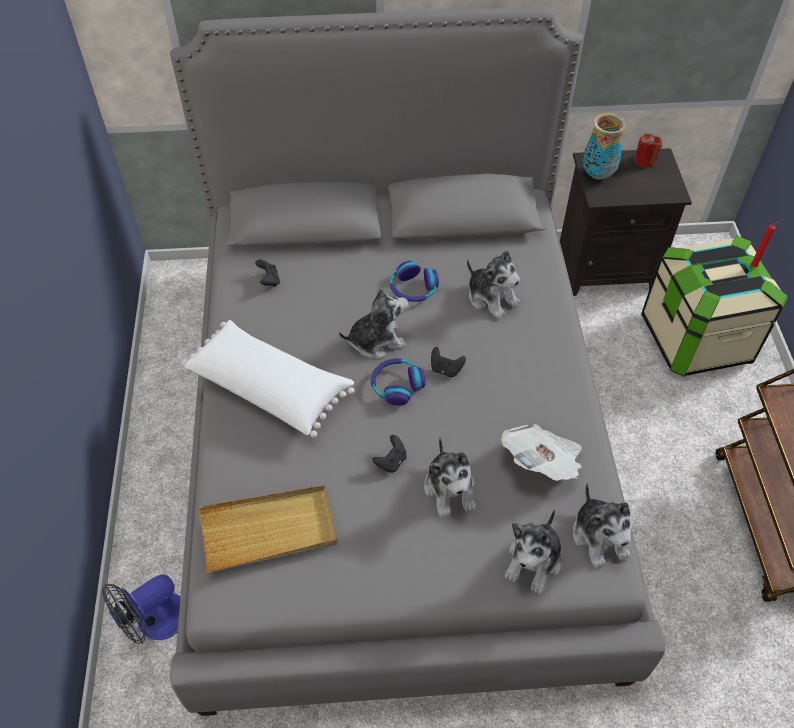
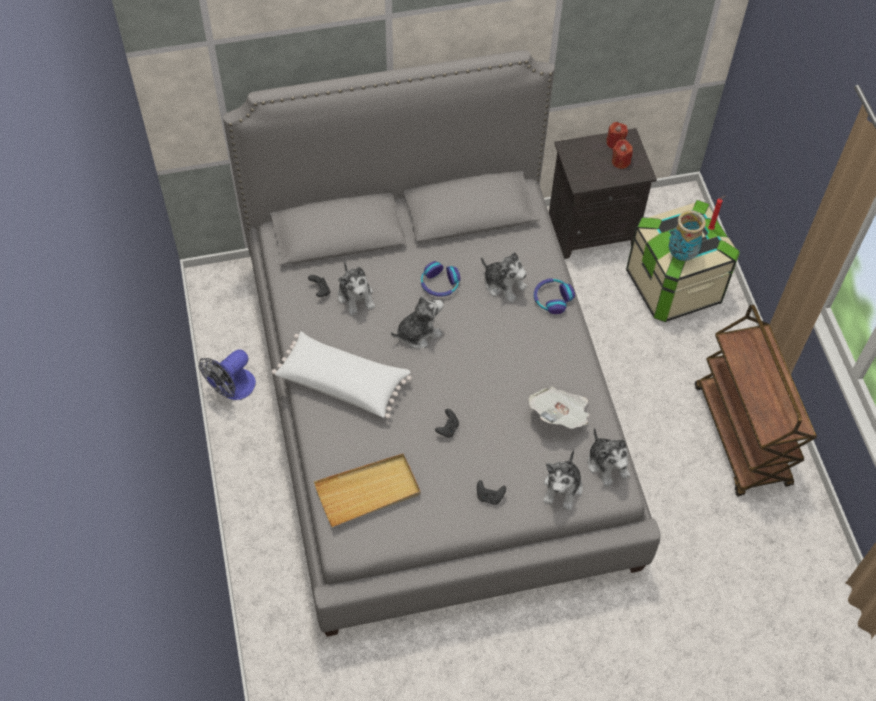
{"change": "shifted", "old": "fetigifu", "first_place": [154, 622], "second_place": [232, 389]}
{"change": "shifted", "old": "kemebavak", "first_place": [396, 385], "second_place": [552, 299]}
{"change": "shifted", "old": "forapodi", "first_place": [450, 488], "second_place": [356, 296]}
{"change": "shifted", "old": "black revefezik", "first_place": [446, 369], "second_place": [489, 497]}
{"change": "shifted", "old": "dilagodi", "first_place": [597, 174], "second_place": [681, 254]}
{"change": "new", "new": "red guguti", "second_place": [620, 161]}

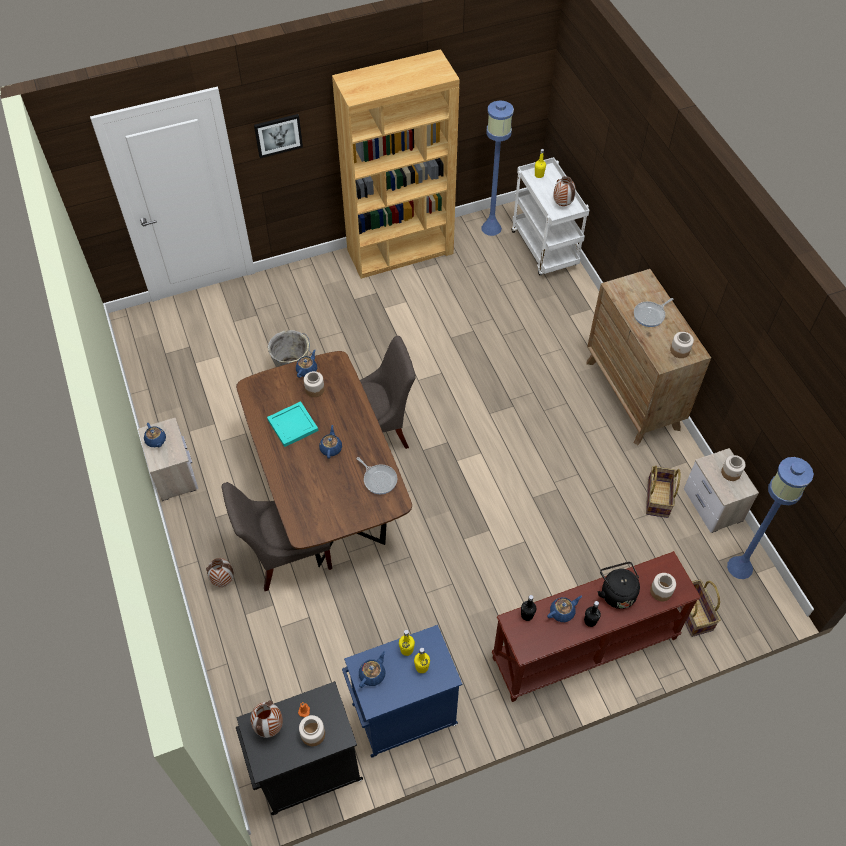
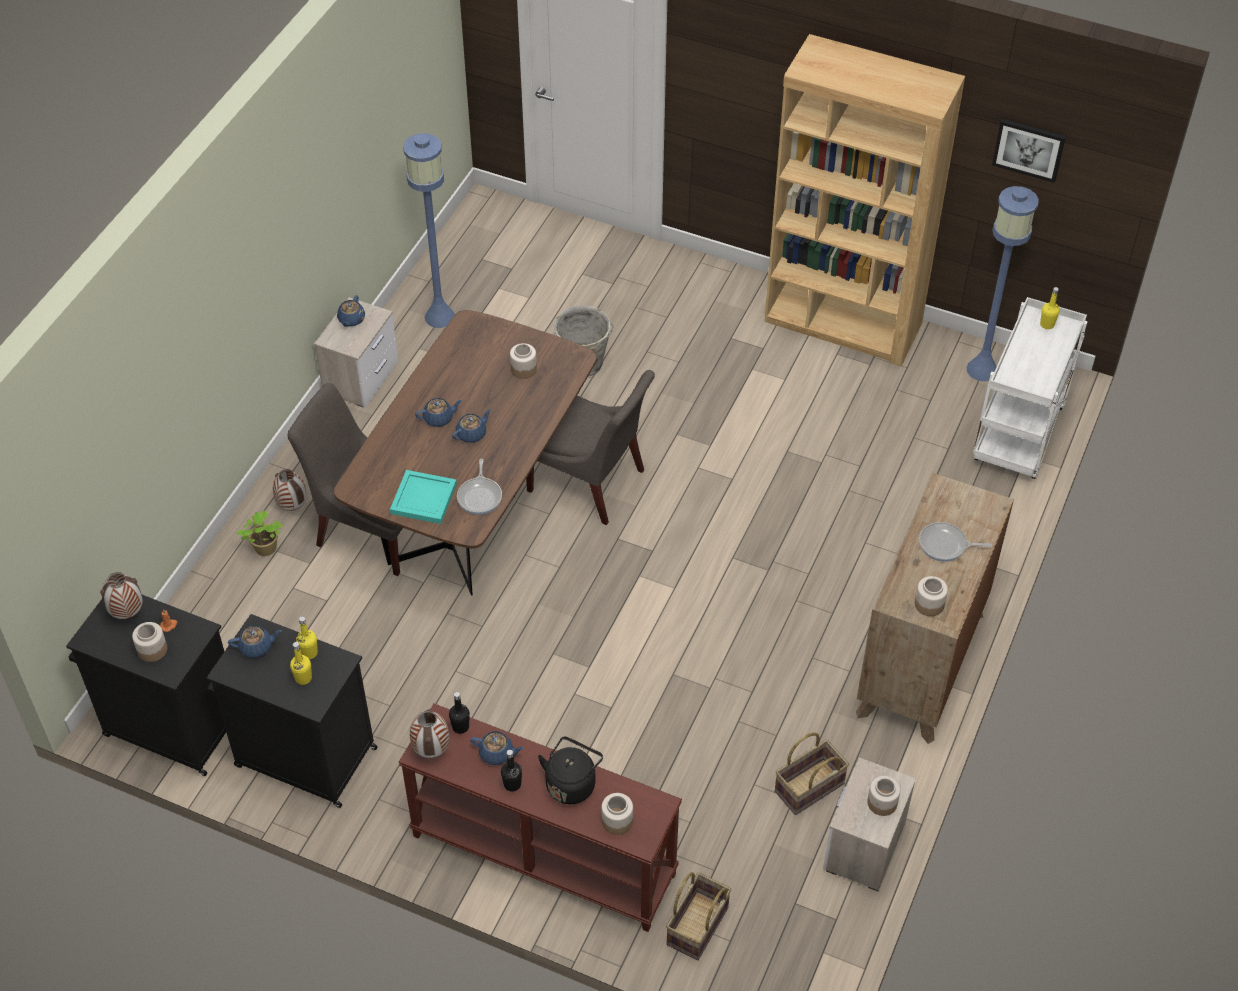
{"change": "shifted", "old": "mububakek", "first_place": [278, 135], "second_place": [1029, 149]}
{"change": "shifted", "old": "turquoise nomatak", "first_place": [292, 425], "second_place": [423, 498]}
{"change": "shifted", "old": "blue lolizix", "first_place": [307, 370], "second_place": [439, 418]}
{"change": "repainted", "old": "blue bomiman", "new": "black bomiman", "first_place": [402, 715], "second_place": [303, 756]}
{"change": "shifted", "old": "dilagodi", "first_place": [562, 204], "second_place": [431, 750]}
{"change": "shifted", "old": "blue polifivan", "first_place": [739, 567], "second_place": [440, 316]}
{"change": "new", "new": "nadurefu", "second_place": [265, 549]}

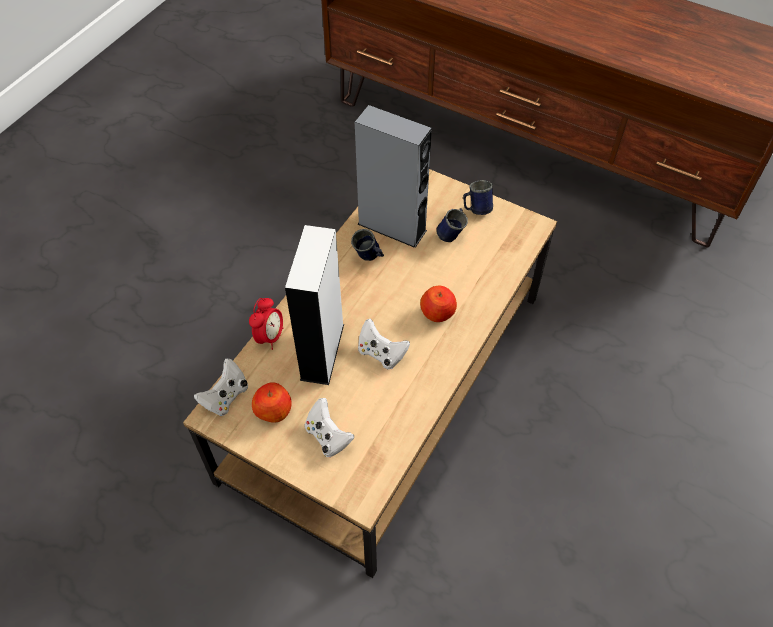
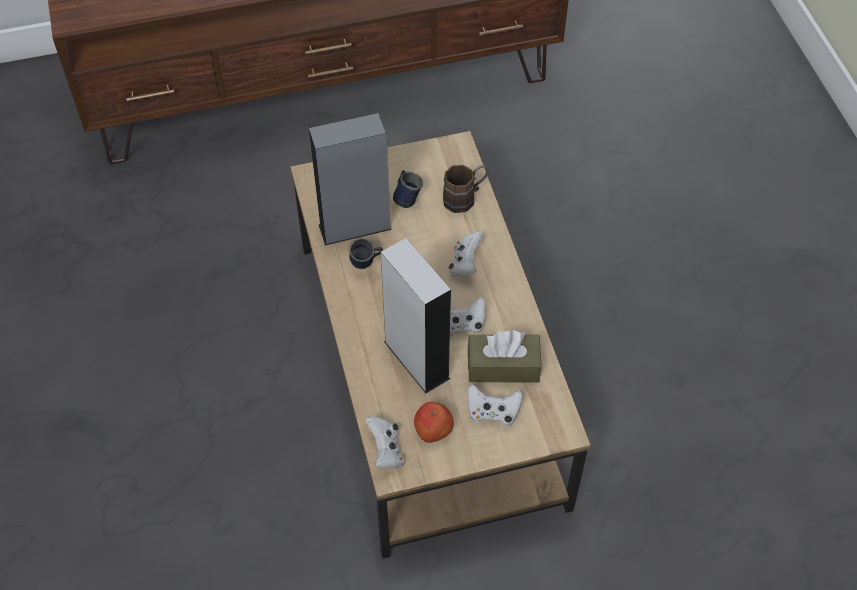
{"change": "gone", "old": "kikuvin", "first_place": [270, 336]}
{"change": "swapped", "old": "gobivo", "new": "white revefezik", "first_place": [438, 312], "second_place": [465, 264]}
{"change": "gone", "old": "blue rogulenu", "first_place": [476, 209]}
{"change": "new", "new": "brown rogulenu", "second_place": [465, 197]}
{"change": "new", "new": "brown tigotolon", "second_place": [503, 366]}

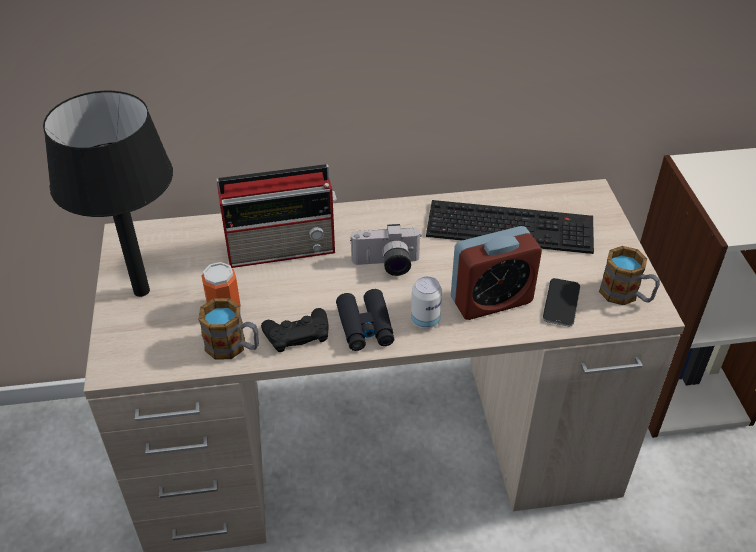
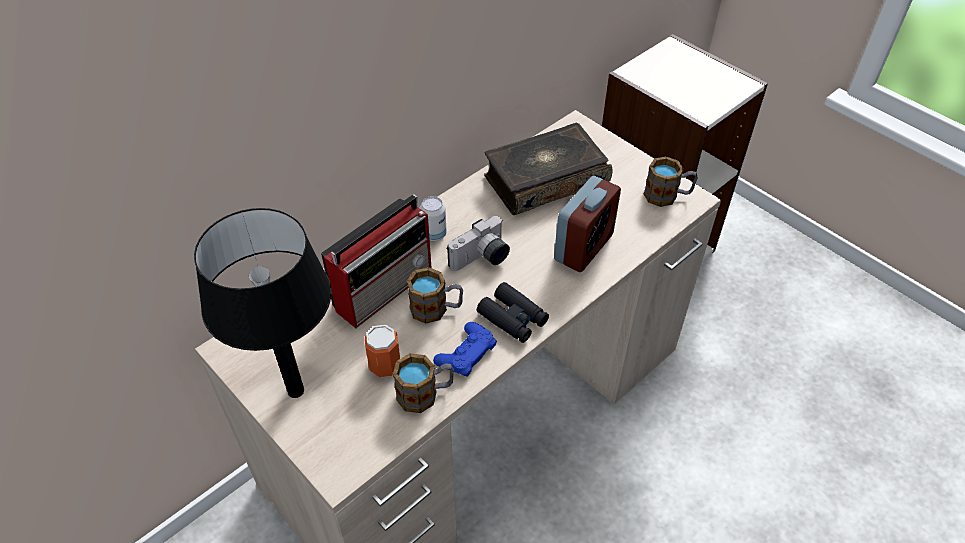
{"change": "repainted", "old": "black revefezik", "new": "blue revefezik", "first_place": [297, 333], "second_place": [466, 353]}
{"change": "shifted", "old": "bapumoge", "first_place": [425, 320], "second_place": [434, 234]}
{"change": "swapped", "old": "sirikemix", "new": "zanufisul", "first_place": [512, 226], "second_place": [545, 180]}
{"change": "gone", "old": "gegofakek", "first_place": [561, 303]}
{"change": "new", "new": "rogulenu", "second_place": [436, 309]}

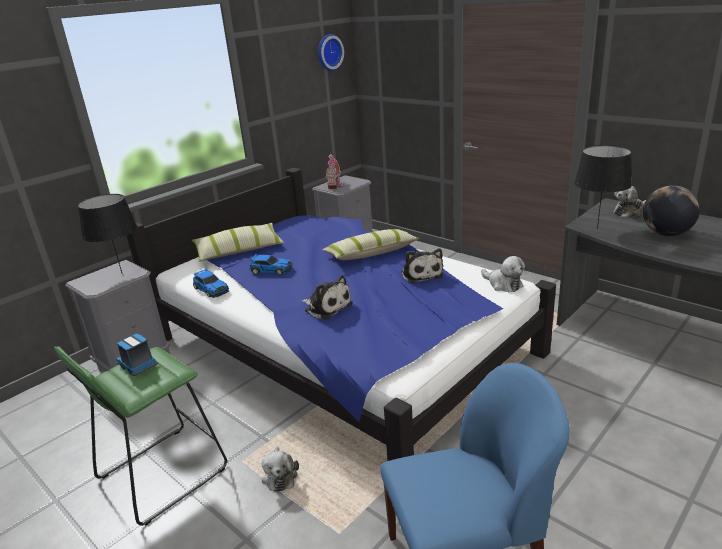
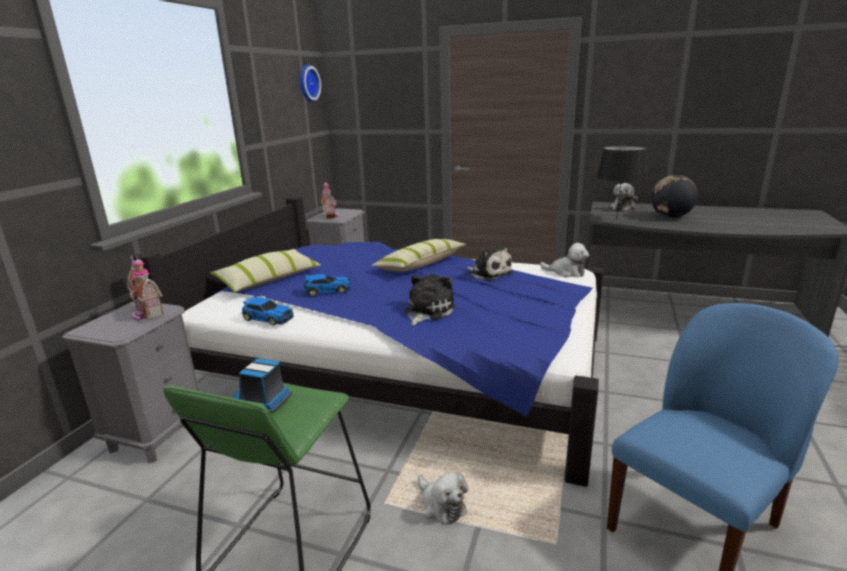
{"change": "swapped", "old": "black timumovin", "new": "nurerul", "first_place": [122, 274], "second_place": [146, 313]}
{"change": "rotated", "old": "forapodi", "first_place": [327, 307], "second_place": [427, 311], "degrees": -75}

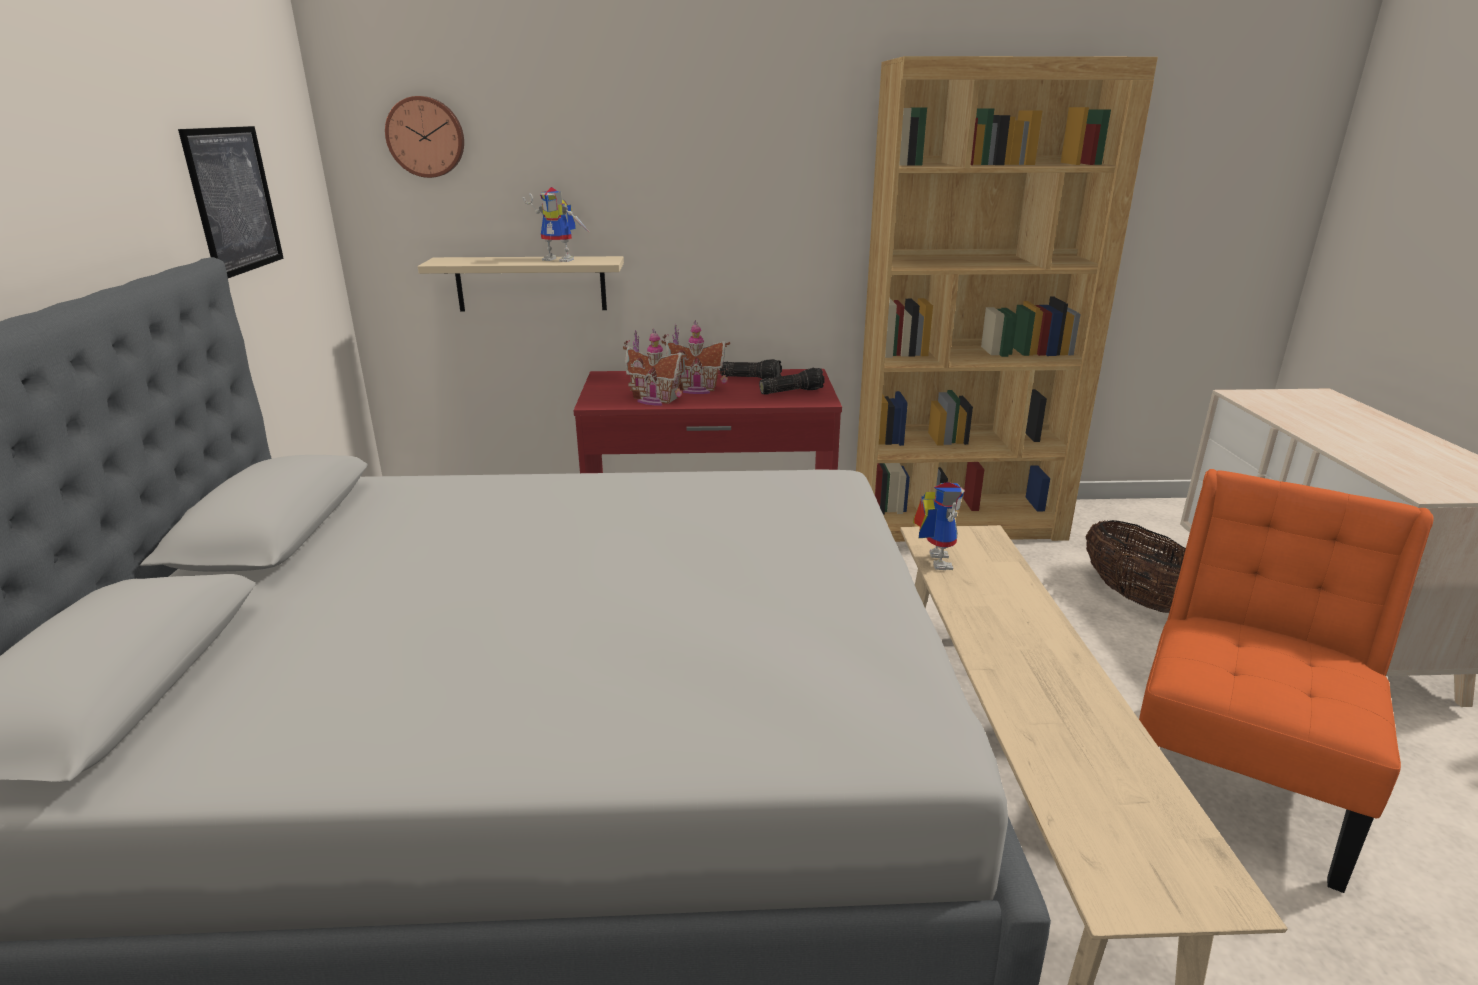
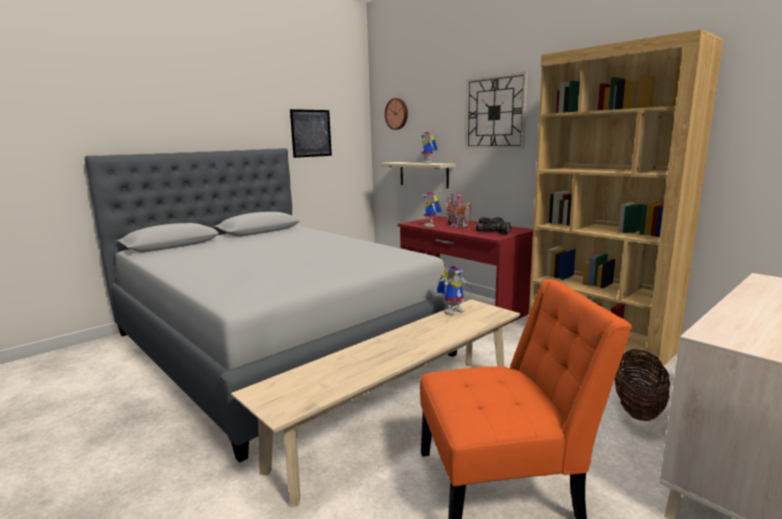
{"change": "swapped", "old": "nurerul", "new": "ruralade", "first_place": [654, 400], "second_place": [431, 226]}
{"change": "new", "new": "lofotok", "second_place": [495, 112]}

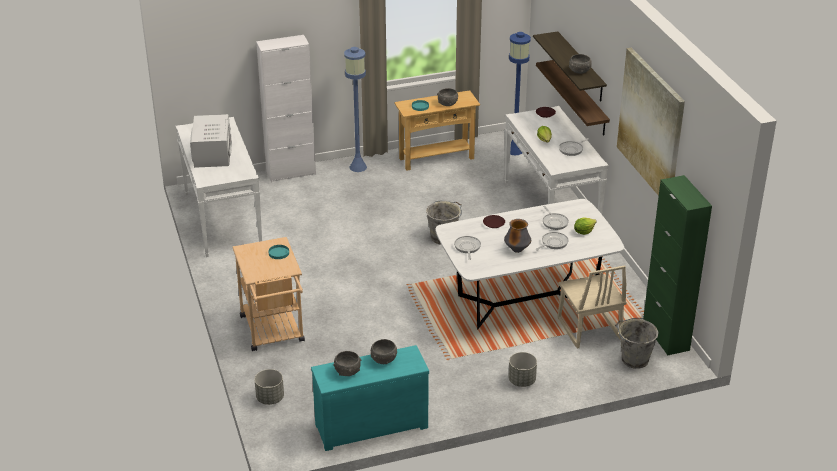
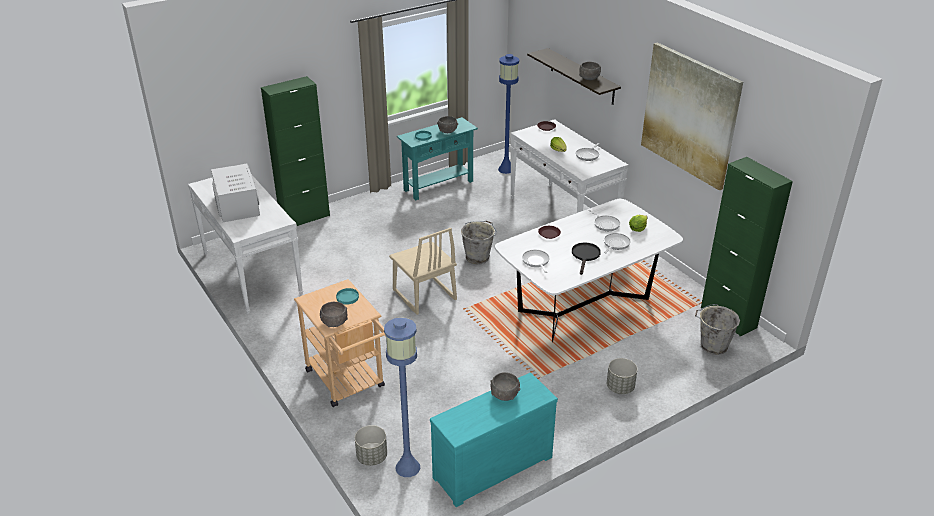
{"change": "repainted", "old": "white bomiman", "new": "green bomiman", "first_place": [291, 173], "second_place": [304, 218]}
{"change": "shifted", "old": "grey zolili", "first_place": [347, 371], "second_place": [334, 322]}
{"change": "shifted", "old": "blue polifivan", "first_place": [358, 167], "second_place": [407, 468]}
{"change": "repainted", "old": "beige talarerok", "new": "turquoise talarerok", "first_place": [436, 158], "second_place": [438, 185]}
{"change": "swapped", "old": "dilagodi", "new": "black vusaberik", "first_place": [517, 250], "second_place": [585, 256]}
{"change": "gone", "old": "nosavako", "first_place": [581, 98]}
{"change": "shifted", "old": "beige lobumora", "first_place": [588, 329], "second_place": [424, 295]}

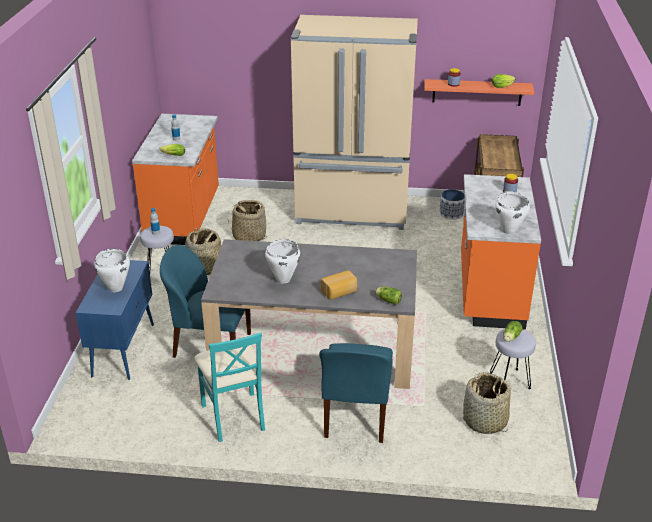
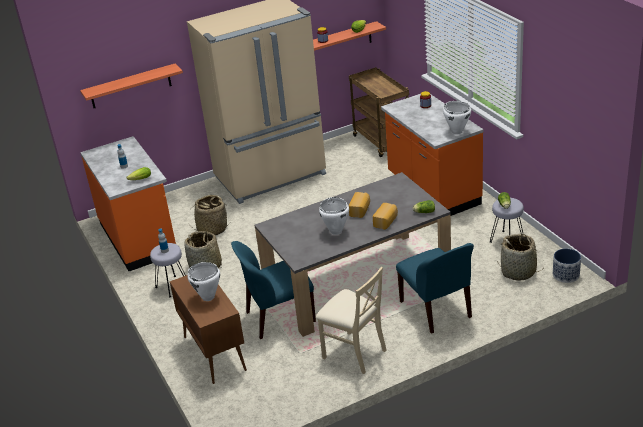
{"change": "repainted", "old": "blue bomiman", "new": "brown bomiman", "first_place": [123, 349], "second_place": [214, 353]}
{"change": "repainted", "old": "turquoise lobumora", "new": "beige lobumora", "first_place": [234, 416], "second_place": [354, 353]}
{"change": "shifted", "old": "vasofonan", "first_place": [451, 214], "second_place": [565, 275]}
{"change": "new", "new": "nosavako", "second_place": [130, 86]}
{"change": "new", "new": "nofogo", "second_place": [360, 210]}

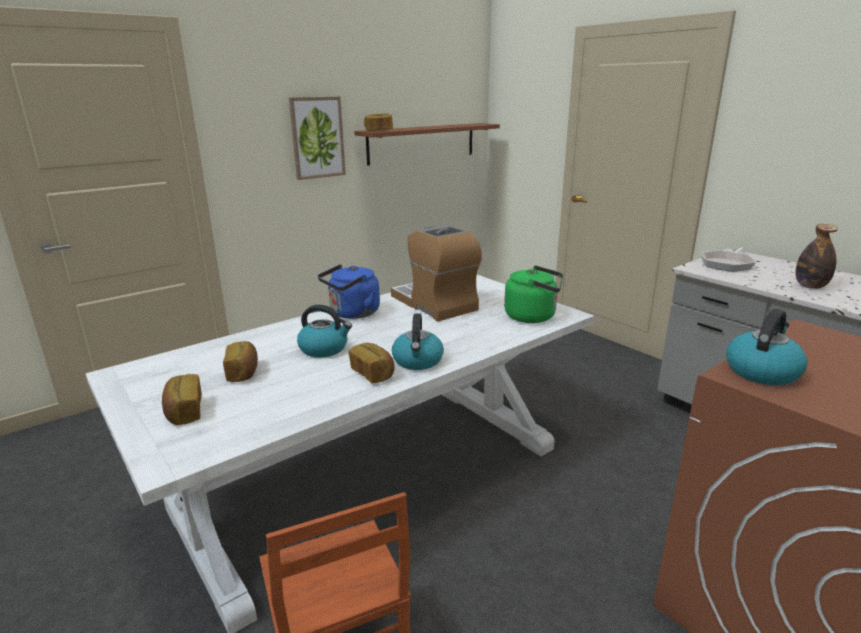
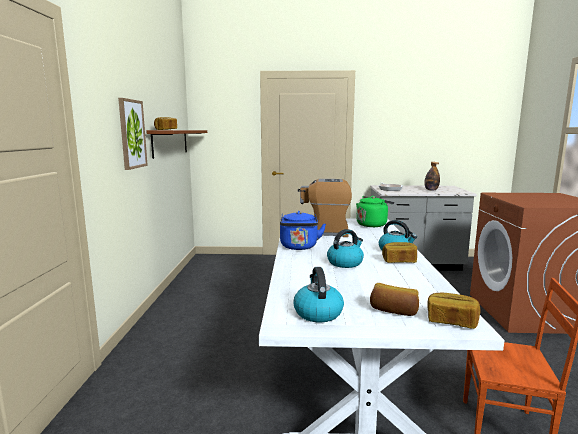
{"change": "shifted", "old": "nofogo", "first_place": [243, 372], "second_place": [451, 321]}
{"change": "shifted", "old": "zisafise", "first_place": [762, 371], "second_place": [317, 312]}

